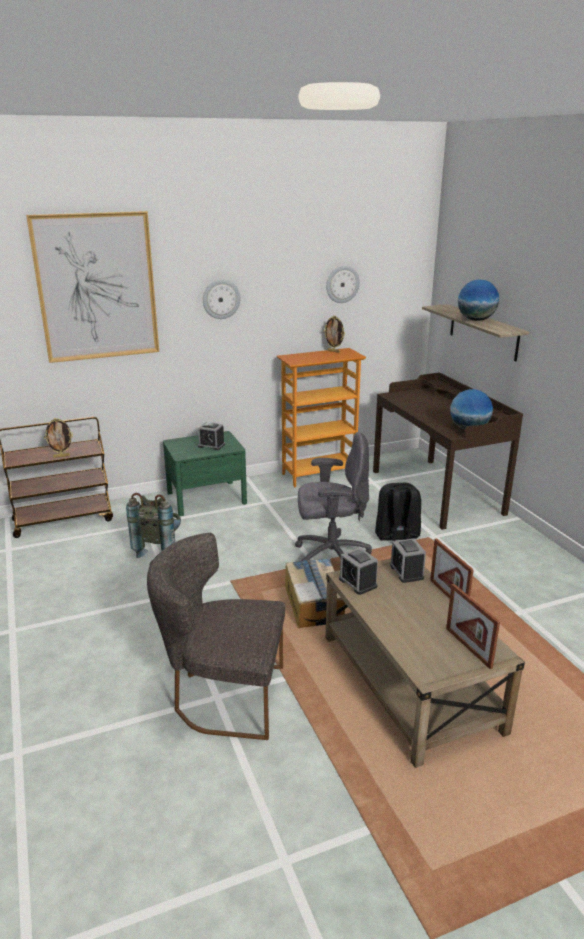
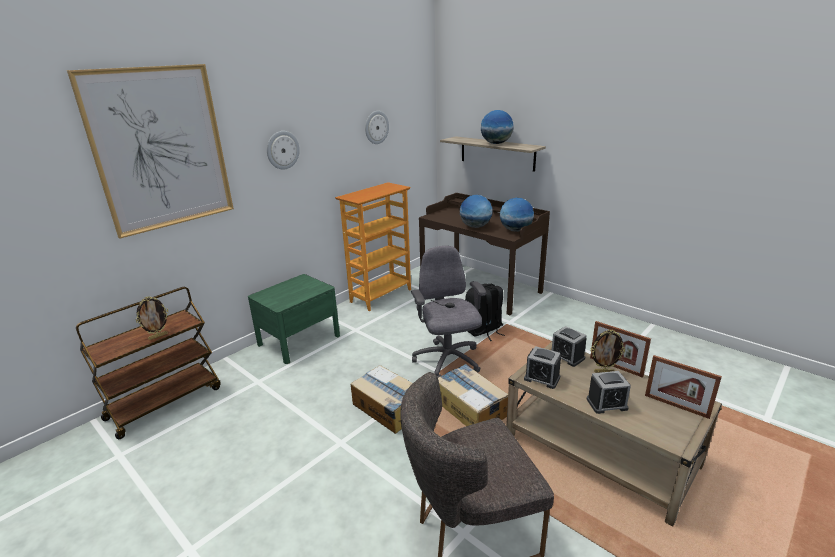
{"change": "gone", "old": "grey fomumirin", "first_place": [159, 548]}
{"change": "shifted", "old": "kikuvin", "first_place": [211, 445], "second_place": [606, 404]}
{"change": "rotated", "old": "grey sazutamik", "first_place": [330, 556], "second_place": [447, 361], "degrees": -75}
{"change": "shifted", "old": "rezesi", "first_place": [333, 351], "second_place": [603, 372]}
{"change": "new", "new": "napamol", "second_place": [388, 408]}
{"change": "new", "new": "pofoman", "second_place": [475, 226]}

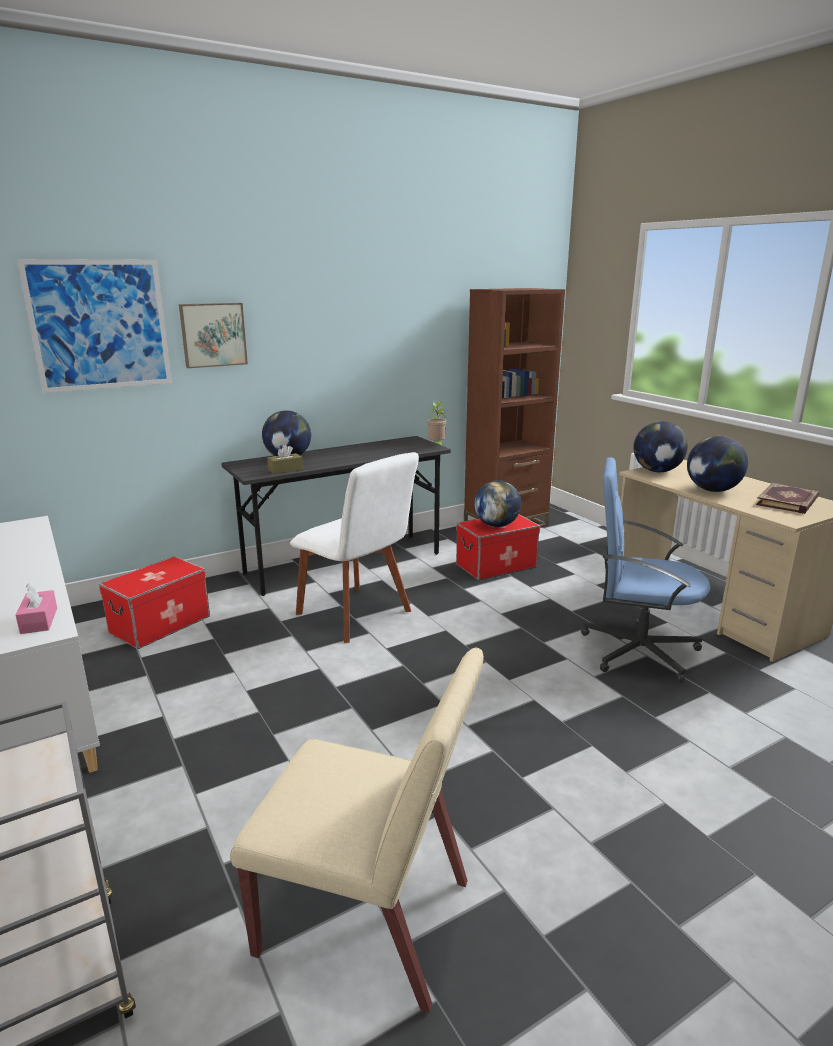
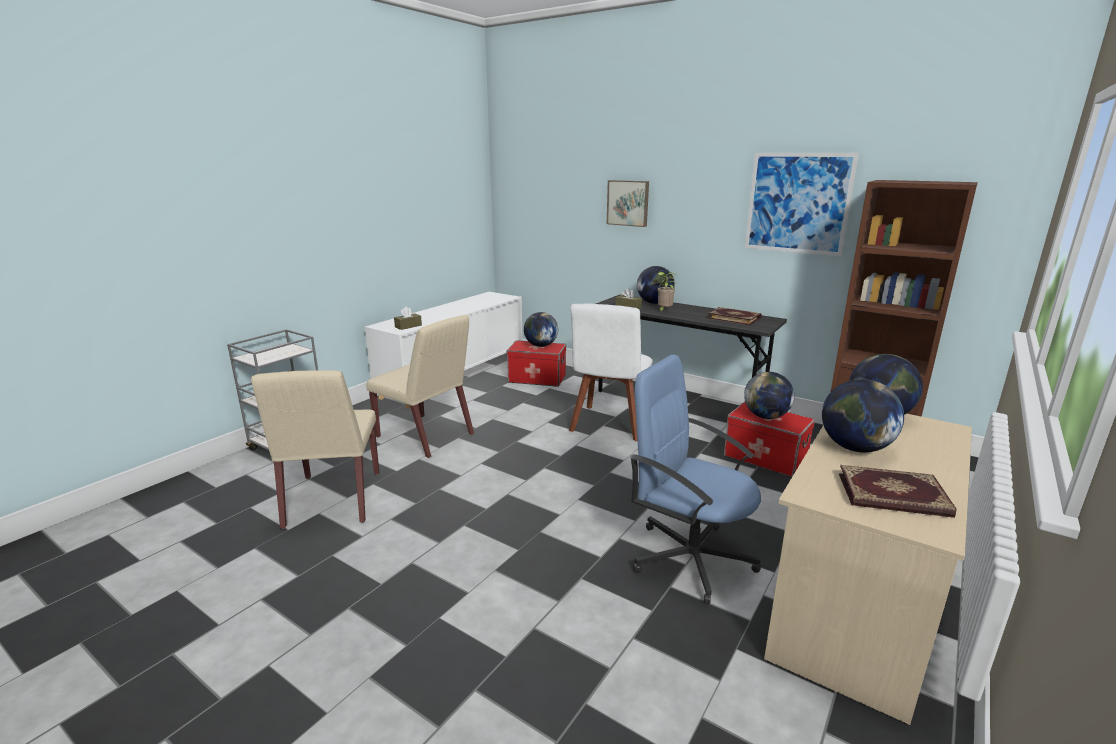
{"change": "repainted", "old": "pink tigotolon", "new": "brown tigotolon", "first_place": [39, 620], "second_place": [408, 326]}
{"change": "shifted", "old": "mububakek", "first_place": [100, 325], "second_place": [798, 203]}
{"change": "shifted", "old": "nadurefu", "first_place": [436, 446], "second_place": [664, 311]}
{"change": "rotated", "old": "blue sazutamik", "first_place": [637, 650], "second_place": [690, 557], "degrees": -45}
{"change": "new", "new": "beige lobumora", "second_place": [426, 436]}
{"change": "new", "new": "pofoman", "second_place": [540, 345]}
{"change": "new", "new": "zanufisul", "second_place": [734, 318]}

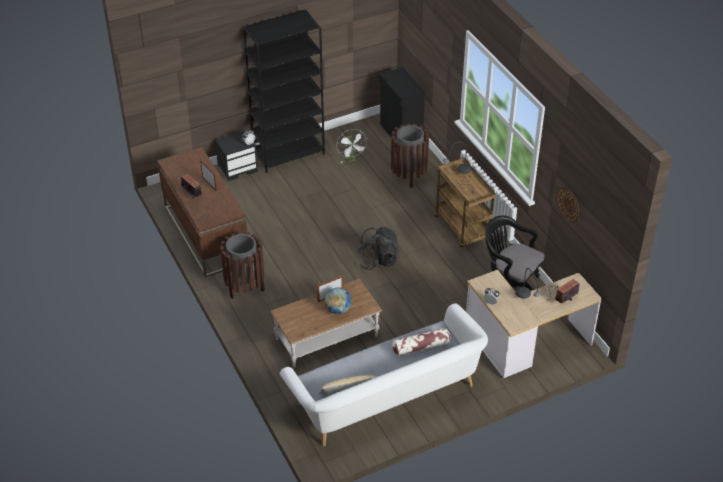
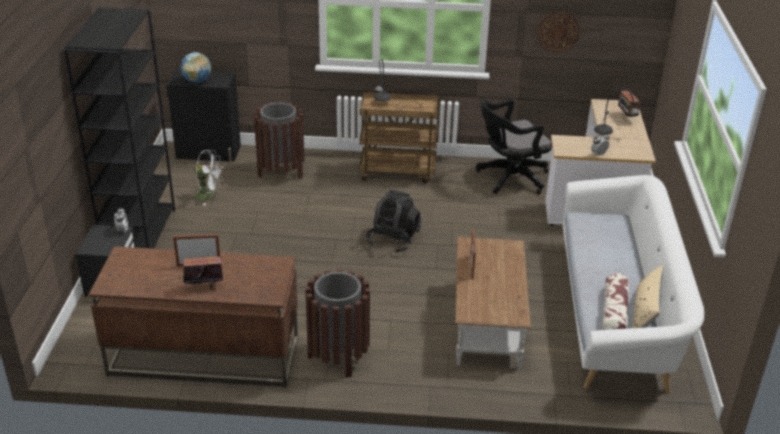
{"change": "shifted", "old": "pofoman", "first_place": [338, 310], "second_place": [197, 81]}
{"change": "shifted", "old": "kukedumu", "first_place": [420, 346], "second_place": [614, 313]}

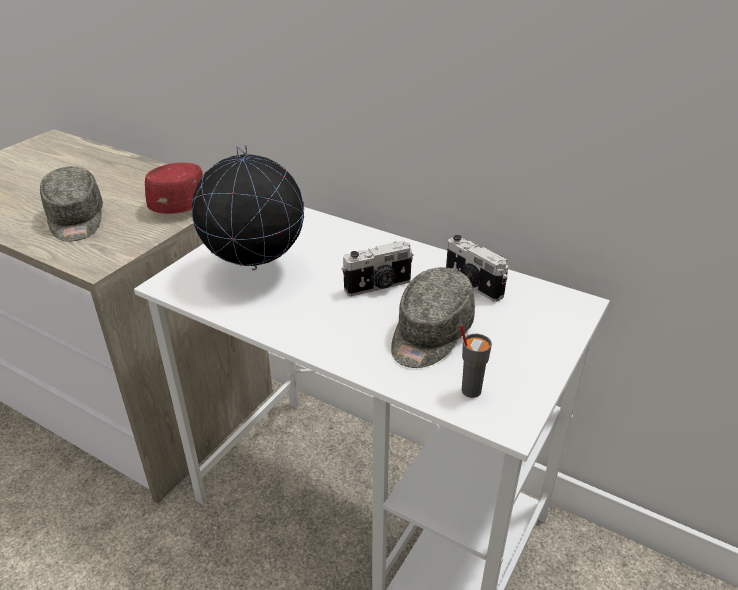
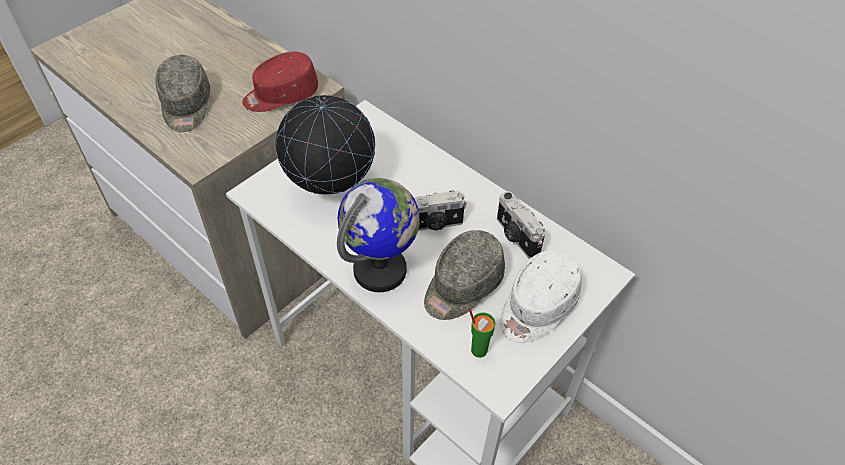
{"change": "rotated", "old": "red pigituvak", "first_place": [182, 201], "second_place": [280, 95], "degrees": -135}
{"change": "repainted", "old": "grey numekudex", "new": "green numekudex", "first_place": [470, 390], "second_place": [478, 349]}
{"change": "new", "new": "pofoman", "second_place": [381, 270]}
{"change": "new", "new": "white pigituvak", "second_place": [536, 307]}

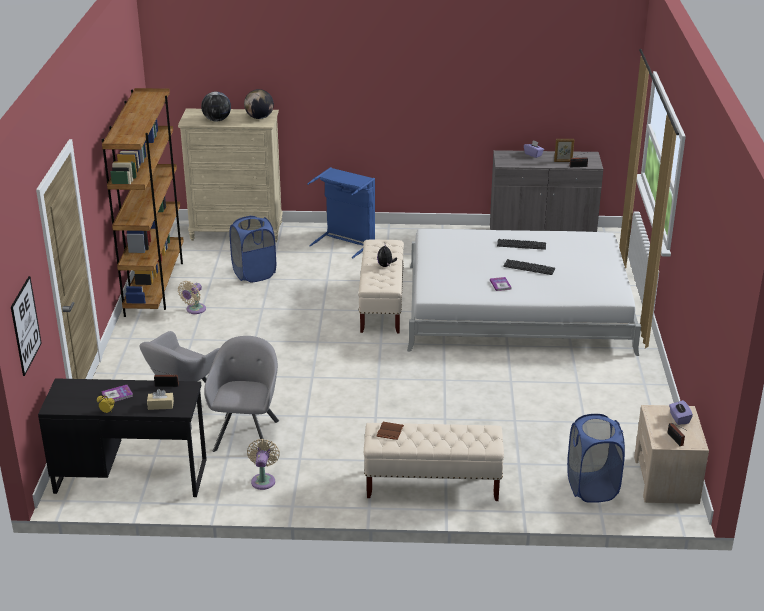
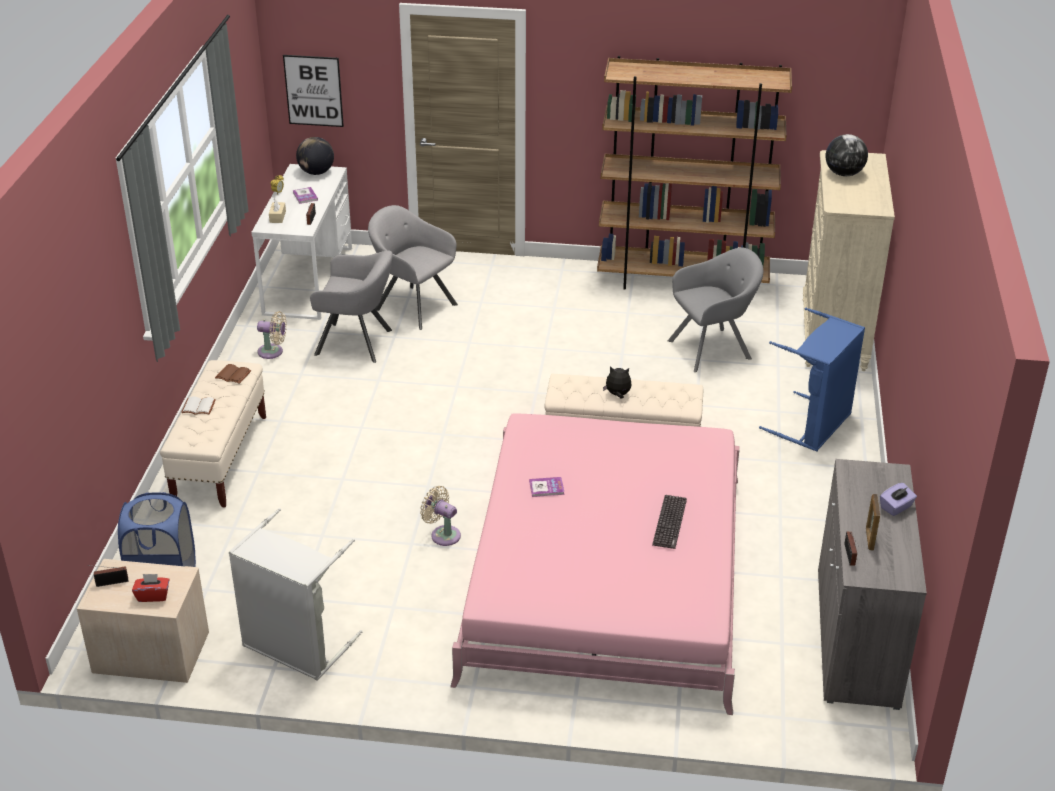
{"change": "repainted", "old": "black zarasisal", "new": "white zarasisal", "first_place": [131, 475], "second_place": [309, 280]}
{"change": "shifted", "old": "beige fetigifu", "first_place": [194, 310], "second_place": [443, 534]}
{"change": "swapped", "old": "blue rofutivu", "new": "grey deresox", "first_place": [254, 274], "second_place": [713, 348]}
{"change": "shifted", "old": "pofoman", "first_place": [259, 118], "second_place": [316, 172]}
{"change": "repainted", "old": "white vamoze", "new": "pink vamoze", "first_place": [517, 308], "second_place": [606, 575]}
{"change": "gone", "old": "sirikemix", "first_place": [529, 267]}
{"change": "repainted", "old": "purple tigotolon", "new": "red tigotolon", "first_place": [679, 418], "second_place": [153, 595]}
{"change": "new", "new": "white zanufisul", "second_place": [198, 407]}
{"change": "new", "new": "grey rofutivu", "second_place": [295, 647]}

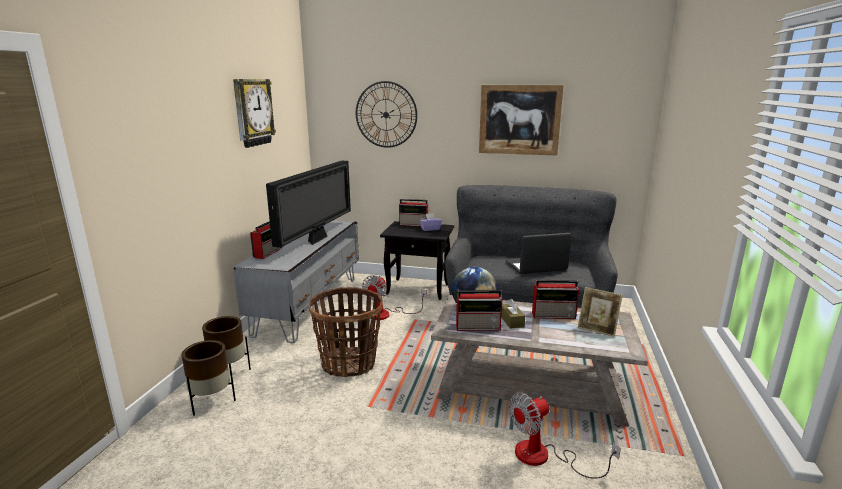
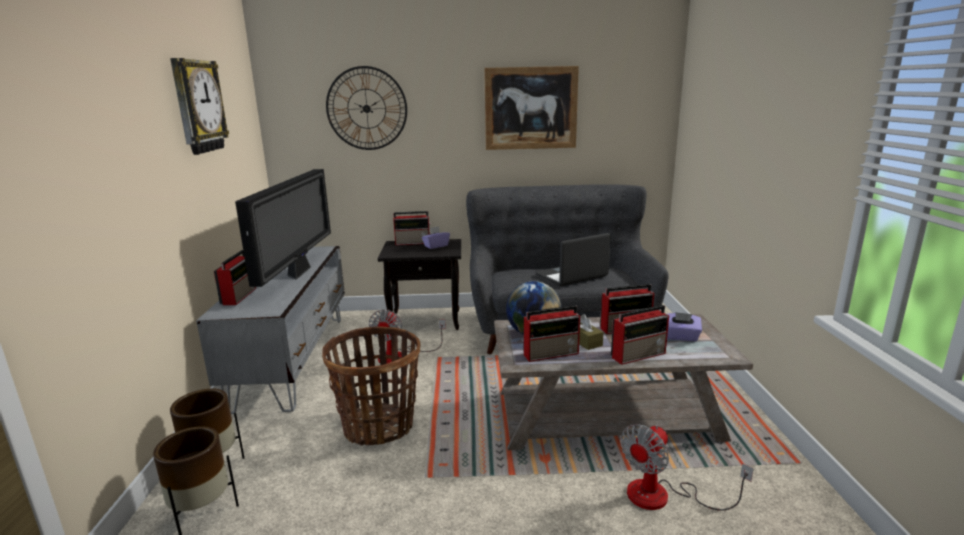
{"change": "swapped", "old": "rezesi", "new": "purple tigotolon", "first_place": [597, 329], "second_place": [680, 337]}
{"change": "new", "new": "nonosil", "second_place": [639, 355]}

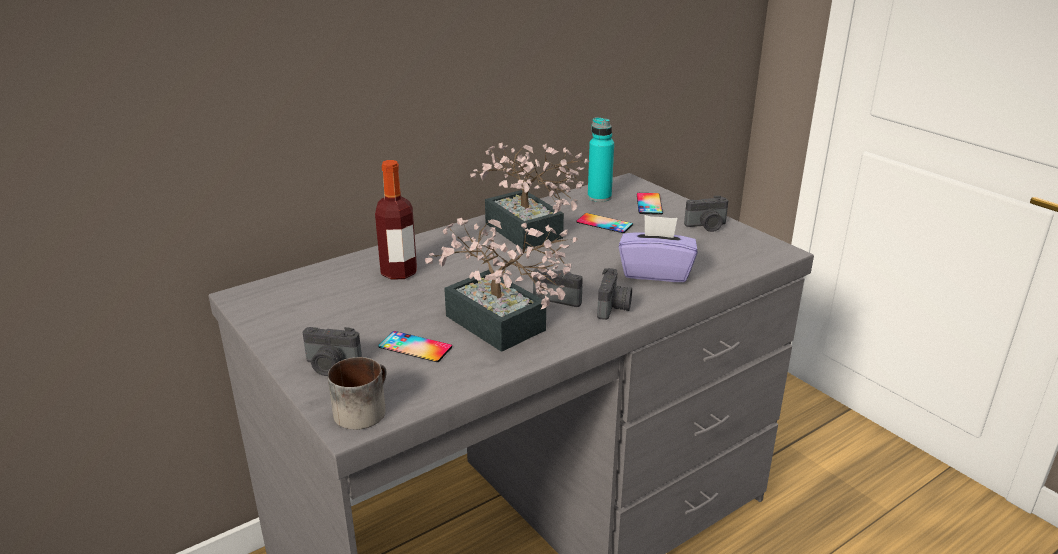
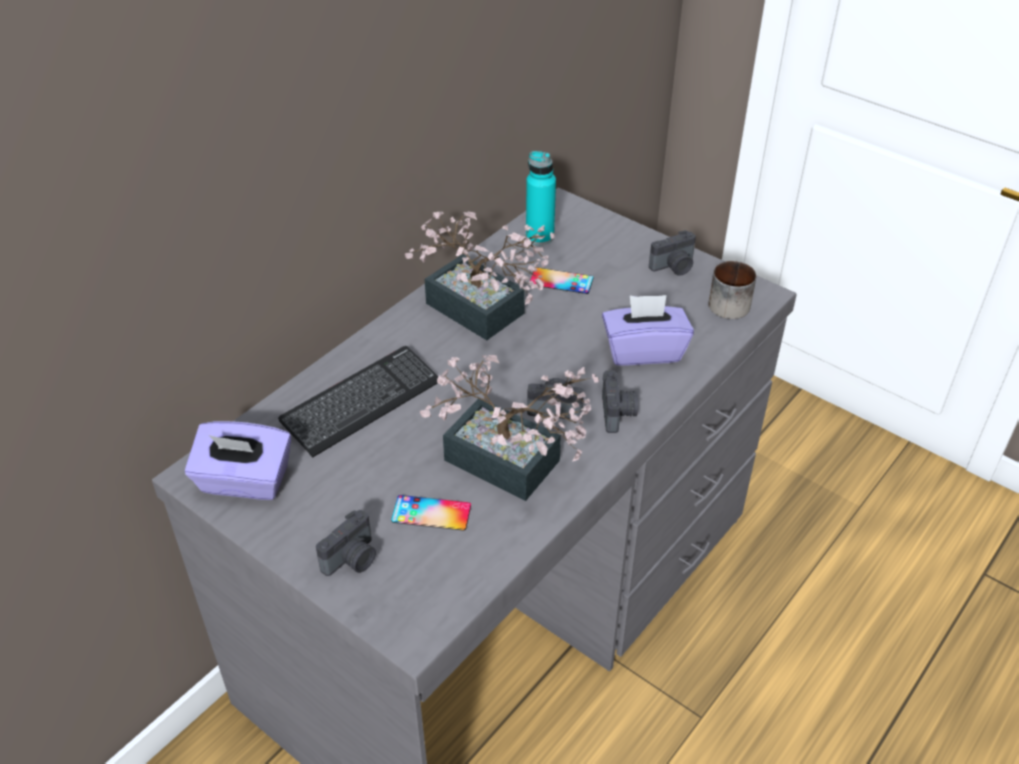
{"change": "rotated", "old": "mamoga", "first_place": [331, 366], "second_place": [352, 559], "degrees": -45}
{"change": "shifted", "old": "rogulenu", "first_place": [362, 409], "second_place": [728, 302]}
{"change": "swapped", "old": "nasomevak", "new": "sirikemix", "first_place": [399, 272], "second_place": [361, 403]}
{"change": "gone", "old": "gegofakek", "first_place": [649, 204]}
{"change": "new", "new": "purple tigotolon", "second_place": [244, 481]}

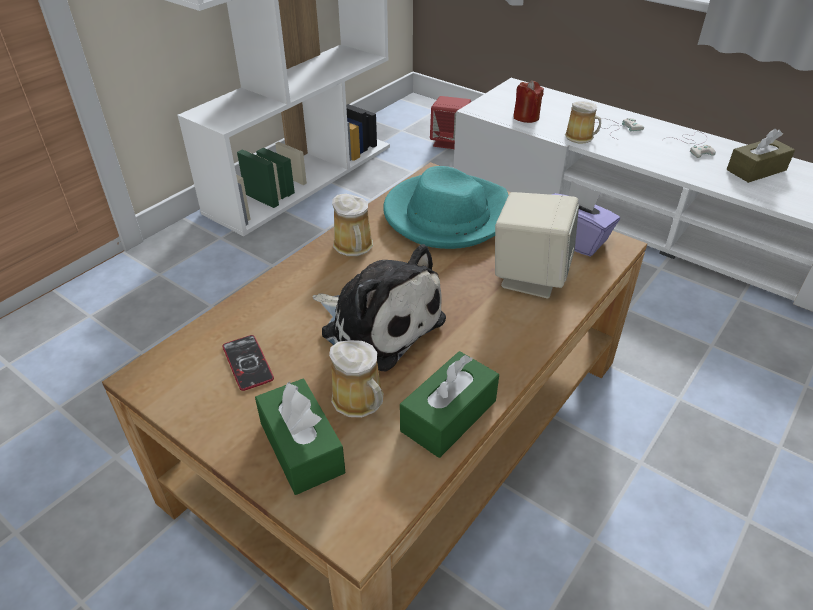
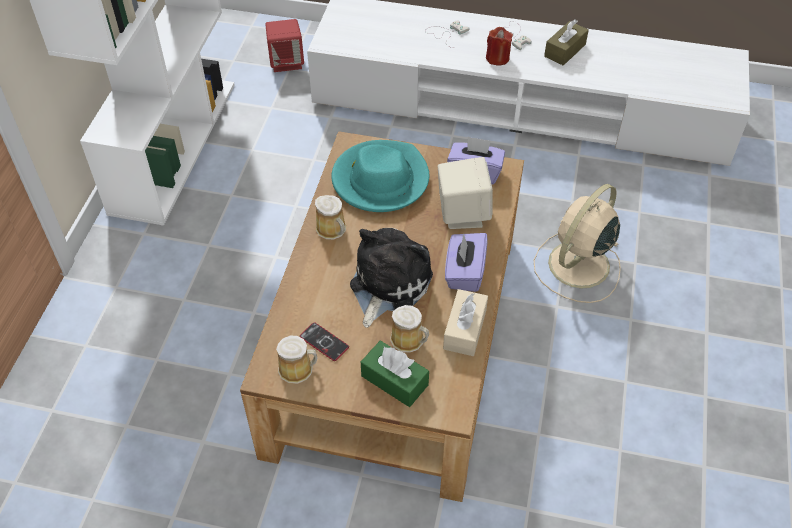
{"change": "rotated", "old": "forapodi", "first_place": [378, 324], "second_place": [387, 284], "degrees": -75}
{"change": "repainted", "old": "green tigotolon", "new": "beige tigotolon", "first_place": [448, 416], "second_place": [465, 329]}
{"change": "shifted", "old": "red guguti", "first_place": [526, 117], "second_place": [497, 58]}
{"change": "shifted", "old": "rogulenu", "first_place": [581, 137], "second_place": [298, 369]}
{"change": "new", "new": "purple tigotolon", "second_place": [464, 273]}
{"change": "new", "new": "beige fetigifu", "second_place": [577, 266]}

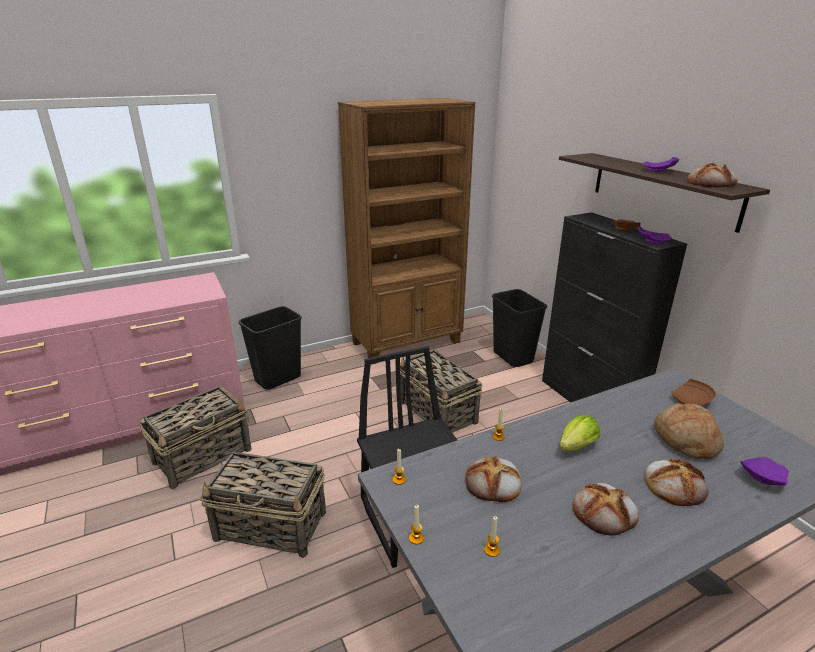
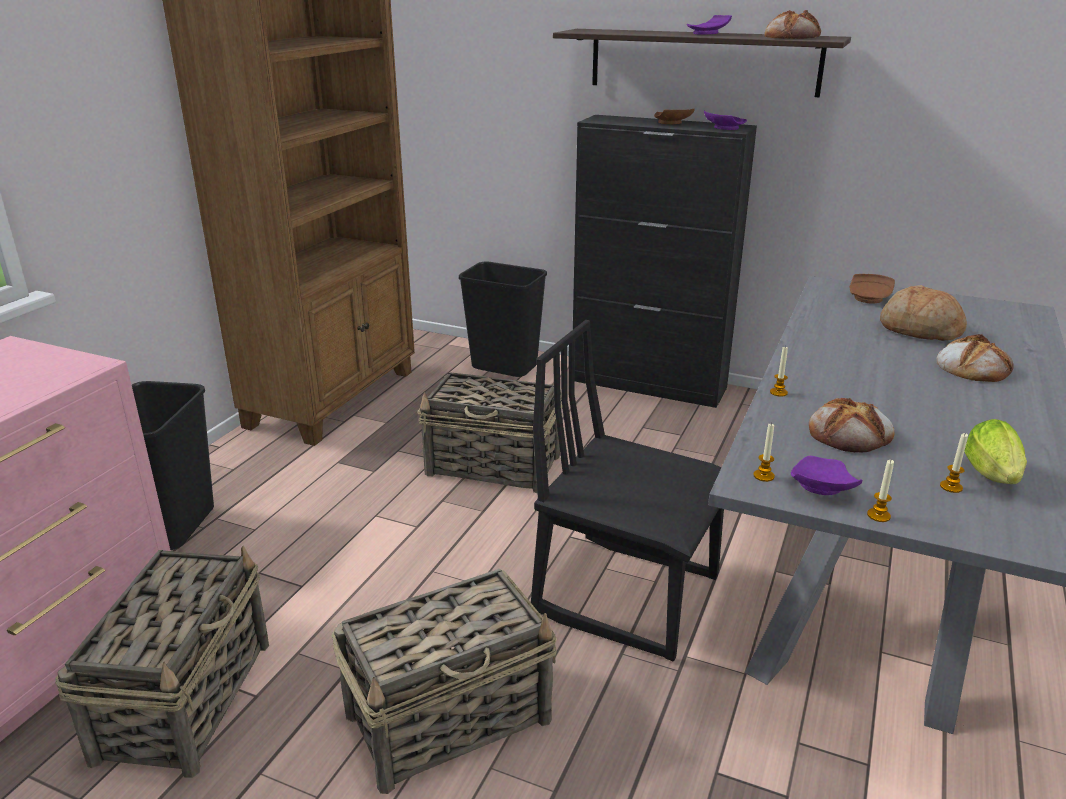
{"change": "shifted", "old": "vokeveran", "first_place": [575, 448], "second_place": [993, 478]}
{"change": "gone", "old": "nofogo", "first_place": [605, 512]}
{"change": "shifted", "old": "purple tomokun", "first_place": [761, 478], "second_place": [820, 488]}

